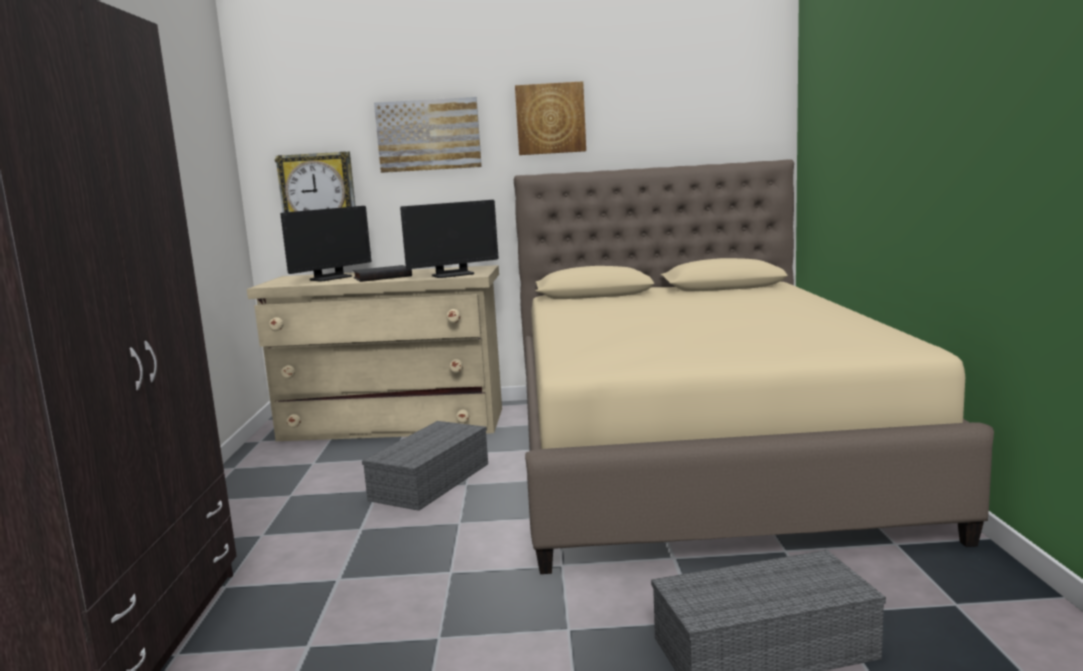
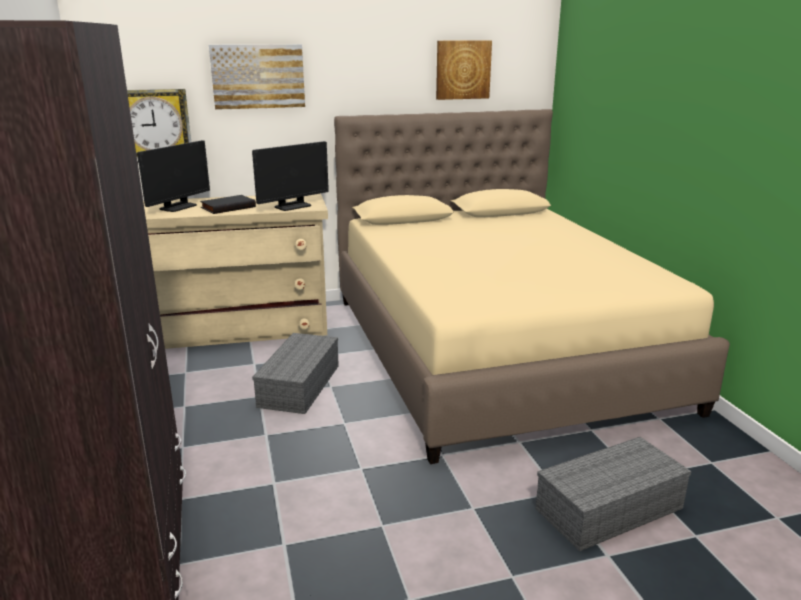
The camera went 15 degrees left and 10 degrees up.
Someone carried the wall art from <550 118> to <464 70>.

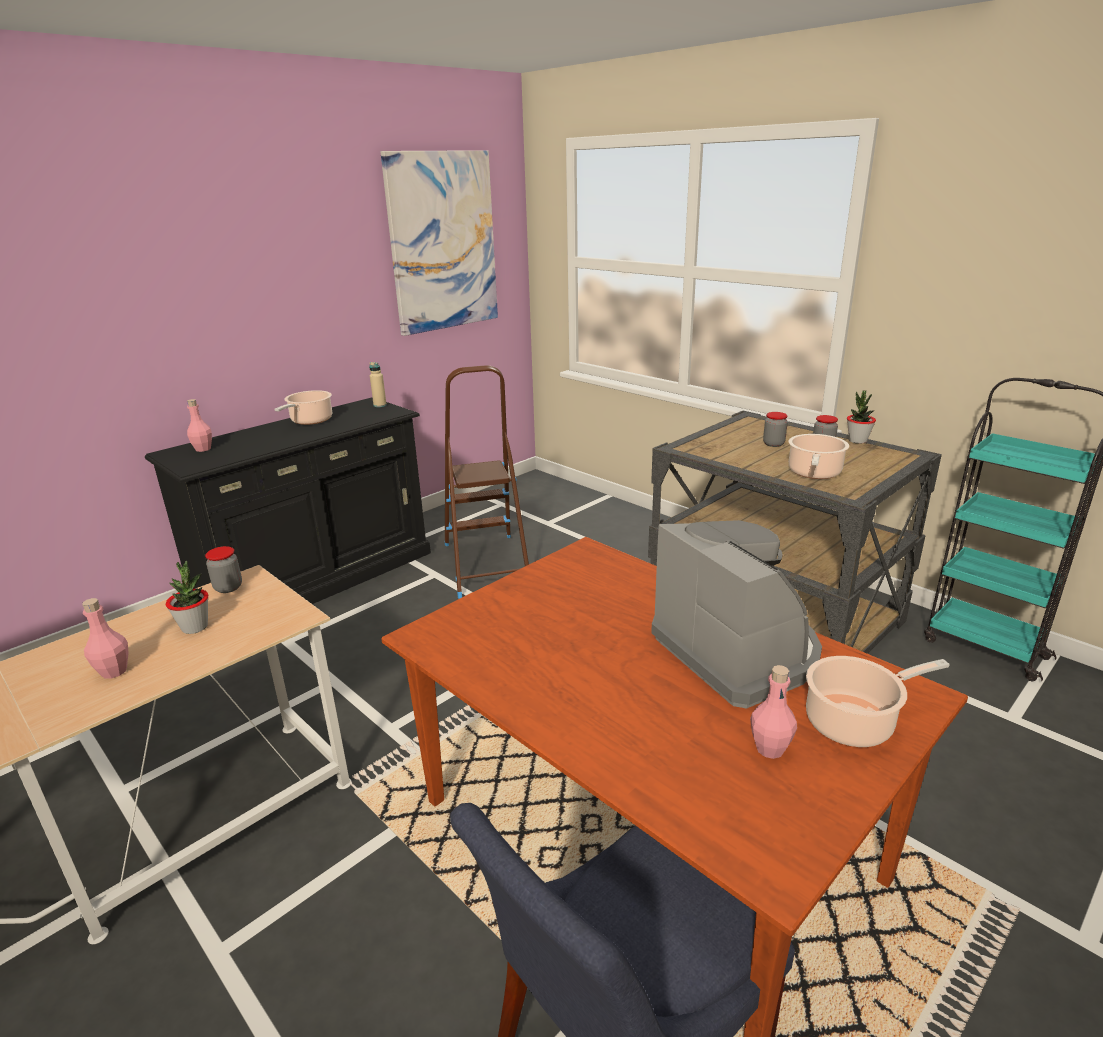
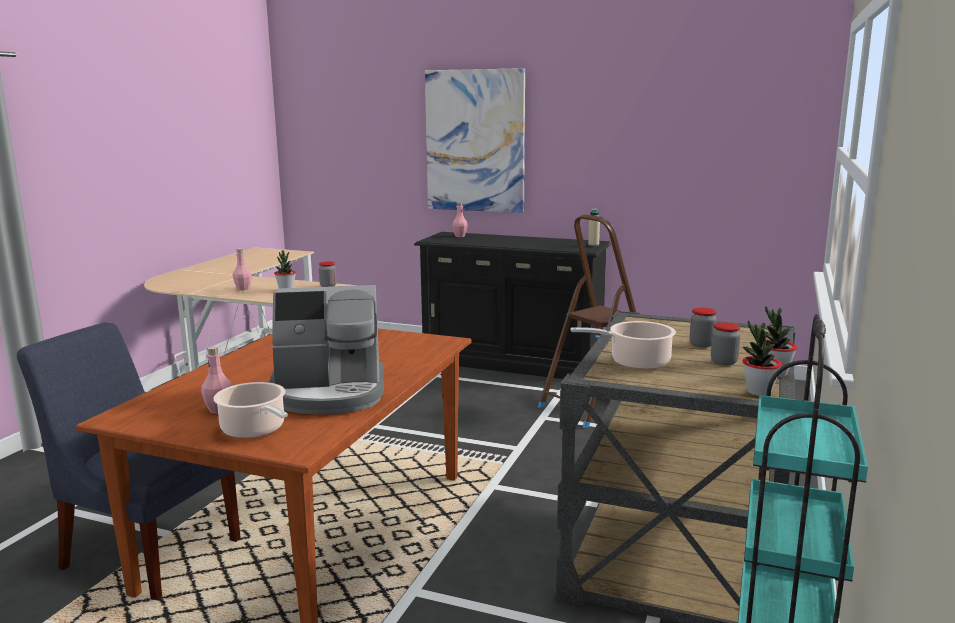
The camera went 65 degrees right and 10 degrees down.
Someone rotated the coffee machine at <736 614> by 45 degrees clockwise.
Someone carried the wall art from <439 243> to <475 140>.
Someone put down the potted plant at <762 358>.
Someone took away the cooking pot at <303 407>.

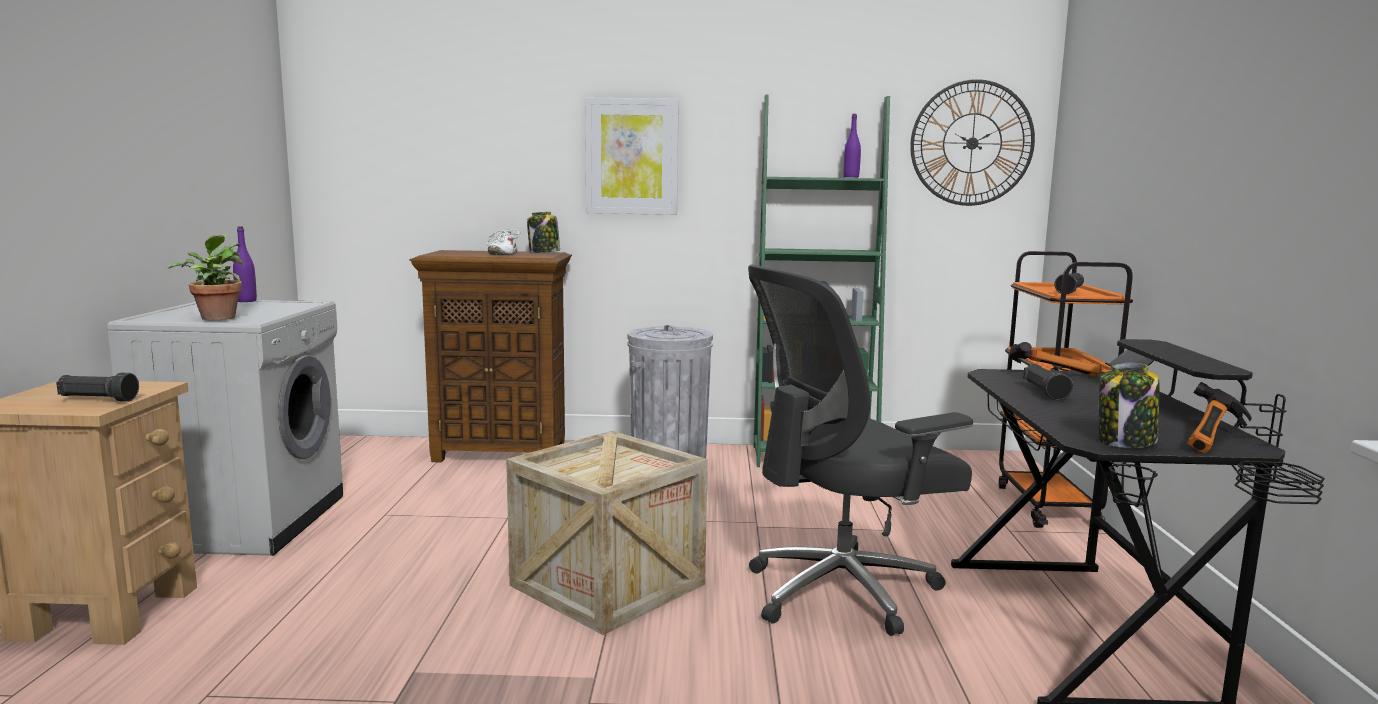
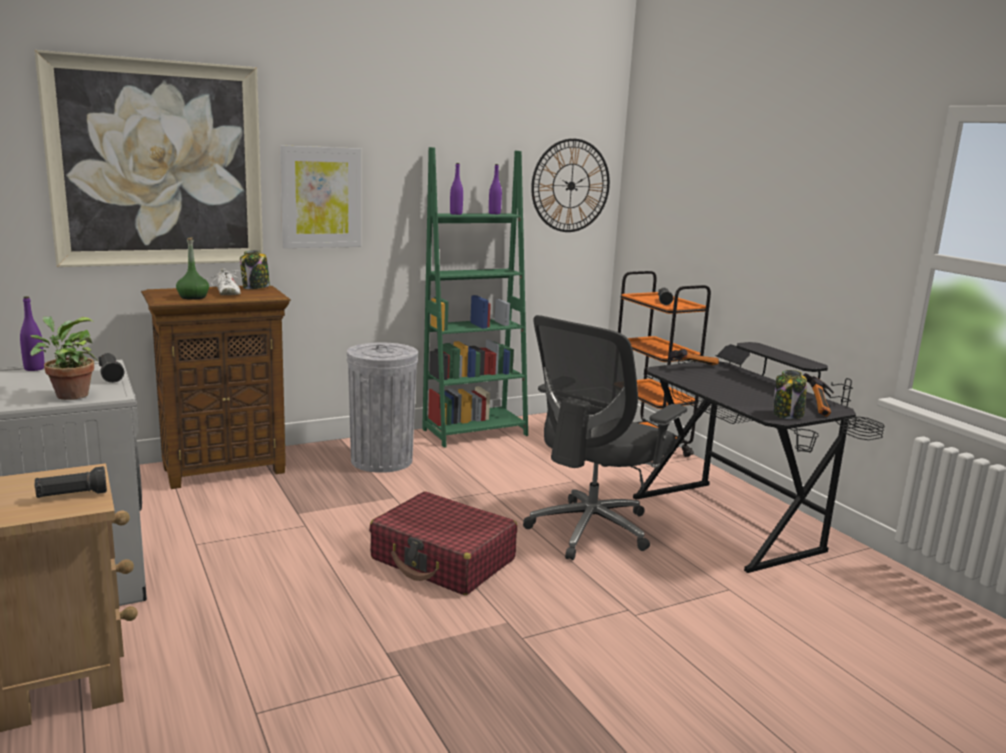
The camera went 30 degrees left and 5 degrees up.
Someone put up the wall art at <148 158>.
Someone carried the black flashlight from <1048 382> to <111 368>.
Someone put down the greenish beverage bottle at <192 268>.
Someone swapped the packing crate at <607 533> for the red travel case at <443 543>.
Someone put down the purple-coloured beverage bottle at <456 189>.

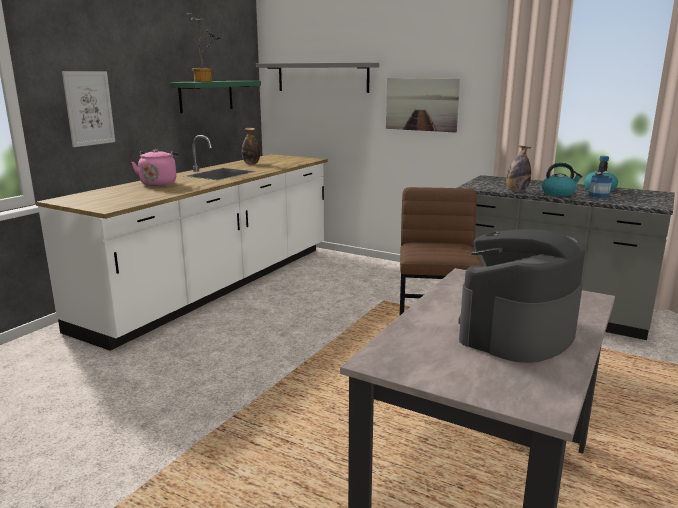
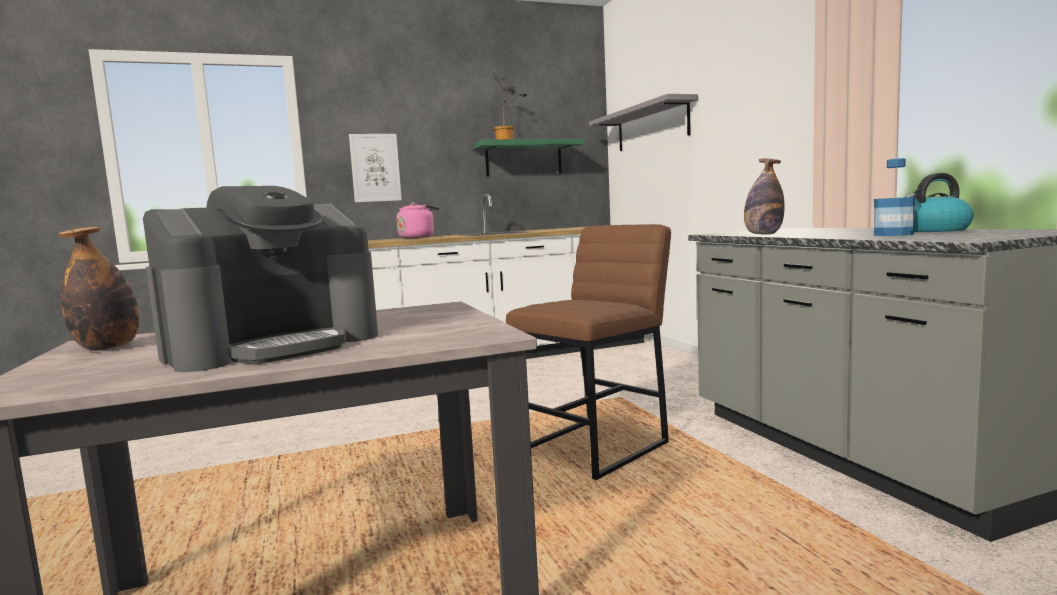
The camera went 40 degrees right and 10 degrees down.
Someone carried the beverage bottle from <251 146> to <99 289>.
Someone rotated the coffee machine at <521 296> by 150 degrees clockwise.
Someone took away the wall art at <423 105>.
Someone took away the water kettle at <562 179>.

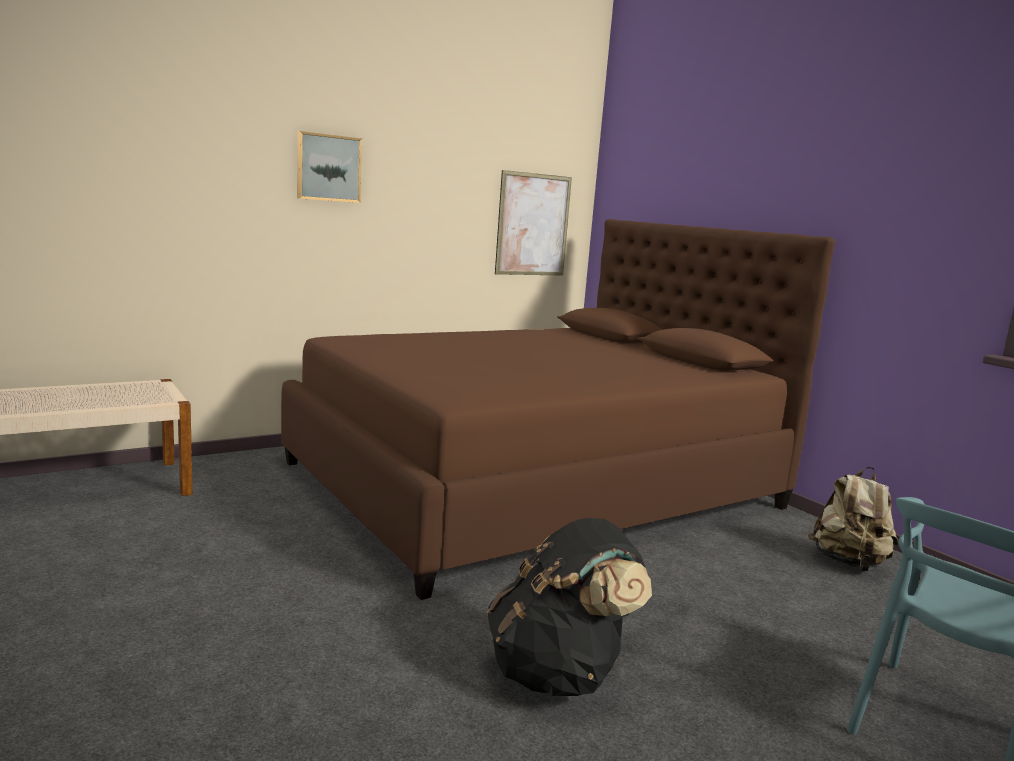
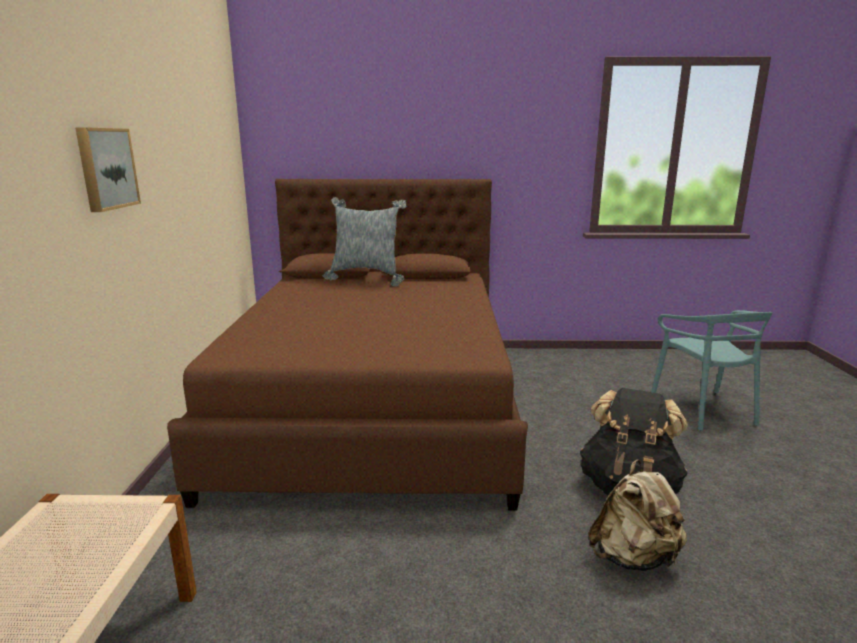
The camera went 55 degrees left and 5 degrees up.
Someone put down the pillow at <364 242>.
Someone carried the beige rucksack from <853 519> to <637 515>.
Someone took away the wall art at <533 222>.

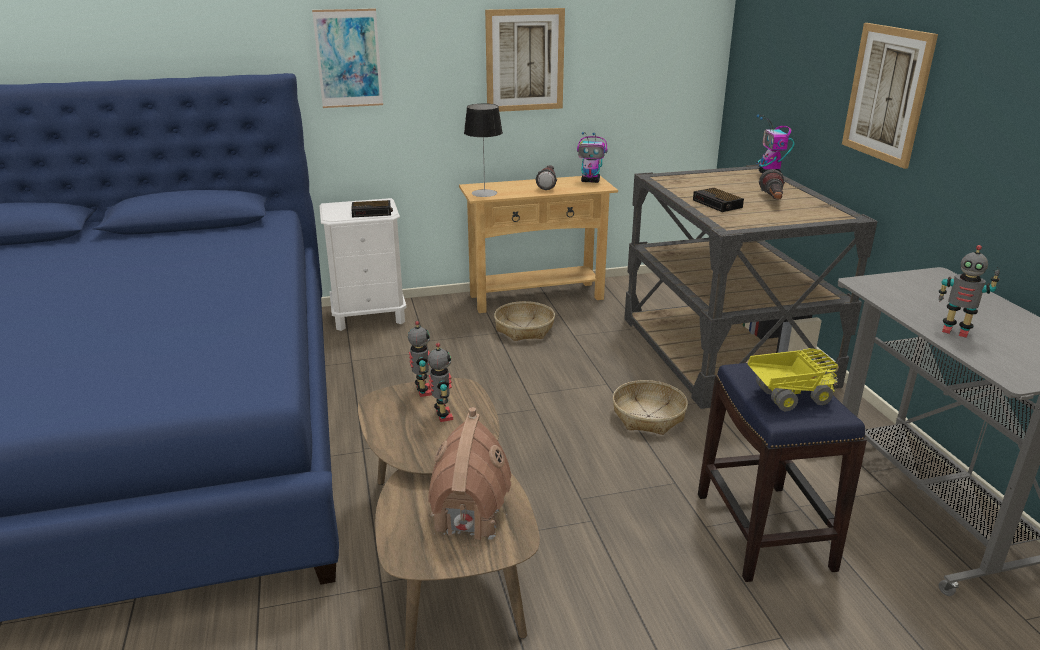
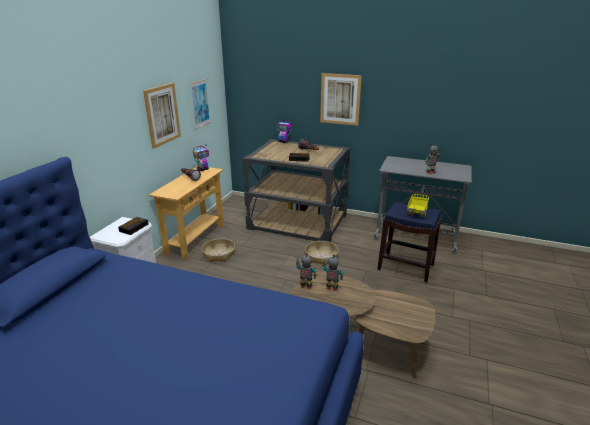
The camera went 55 degrees left and 0 degrees up.
Someone carried the wall art from <347 58> to <200 104>.
Someone took away the model house at <469 473>.
Someone took away the table lamp at <483 150>.

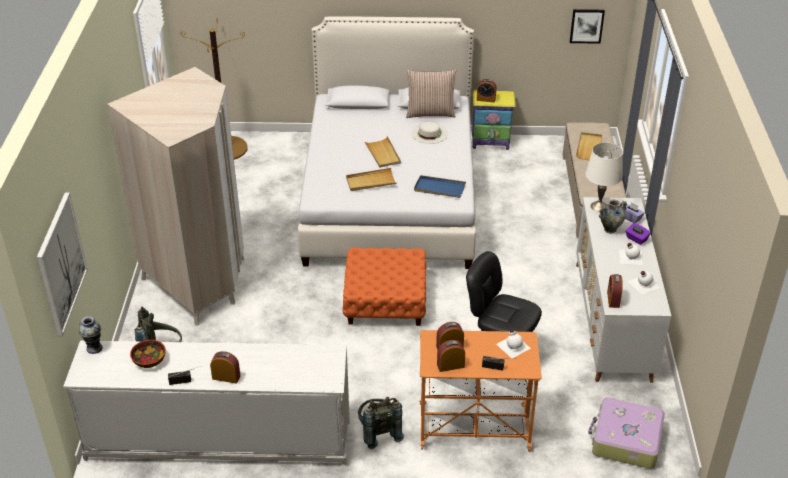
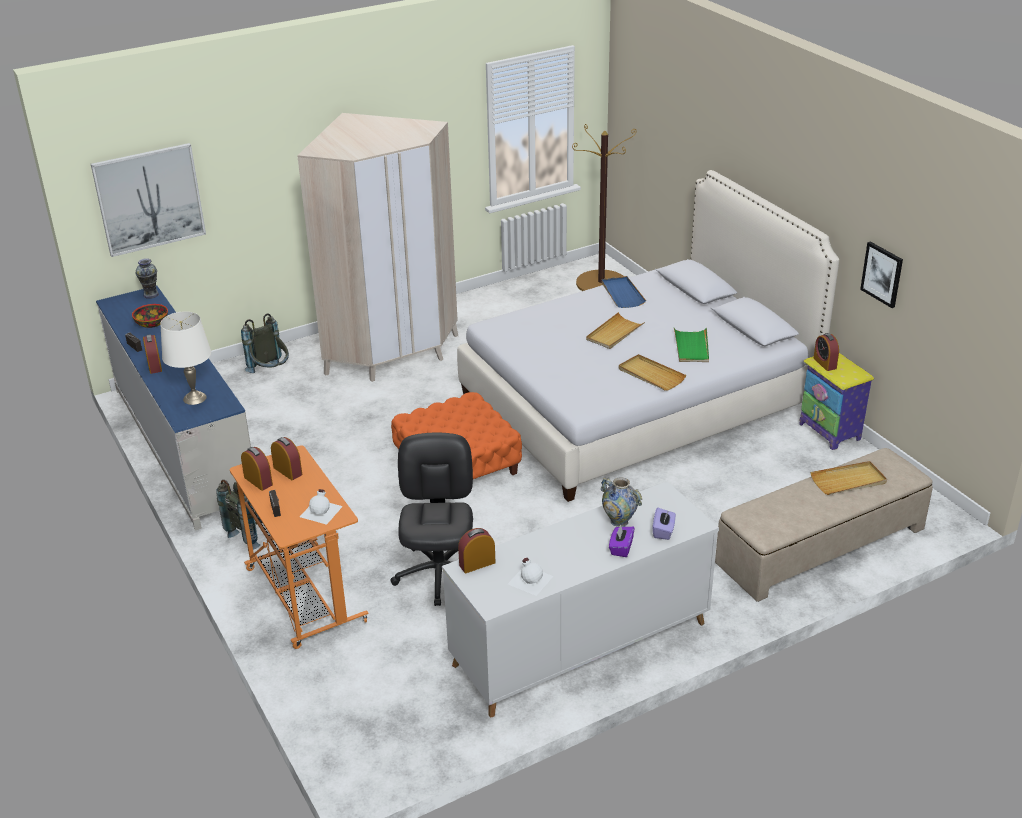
The camera went 60 degrees right and 5 degrees down.
Someone repainted the whitish cupboard at <206 403>, which became the bluish cupboard at <175 408>.
Someone carried the whitish table lamp from <604 177> to <185 358>.
Someone carried the bluish carrying tray from <440 186> to <624 292>.
Someone carried the beige carrying tray from <371 179> to <652 372>.
Someone swapped the whitish wearable hat at <429 132> for the greenish carrying tray at <691 344>.
Someone carried the wall art from <587 26> to <881 275>.
Someone took away the pillow at <431 93>.
Someone took away the travel case at <626 433>.
Someone took away the whitish beverage bottle at <631 254>.

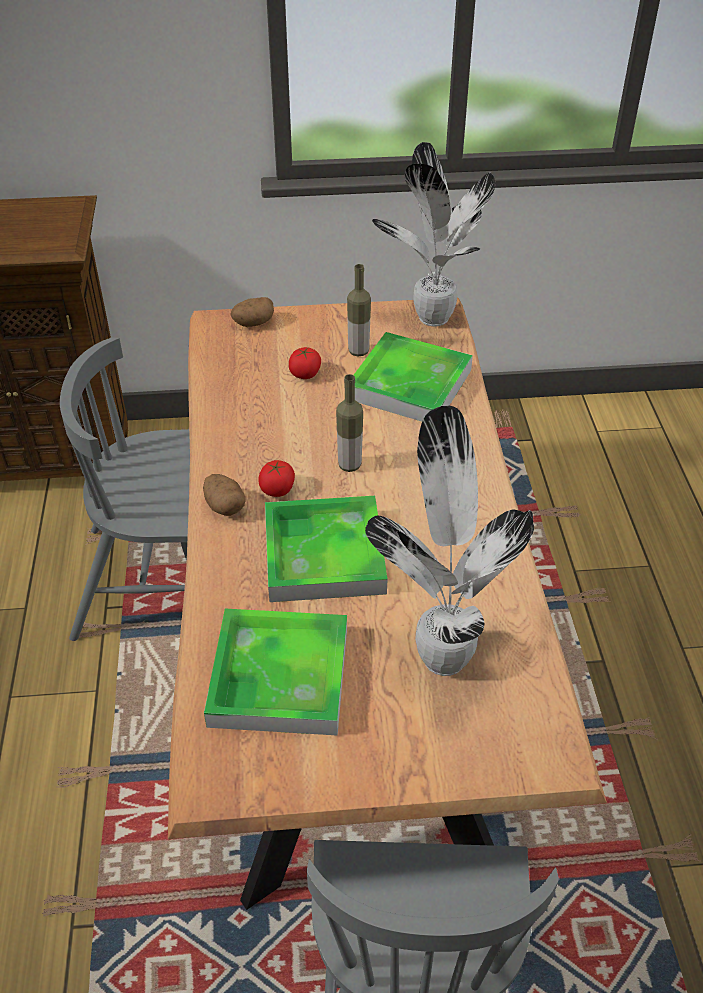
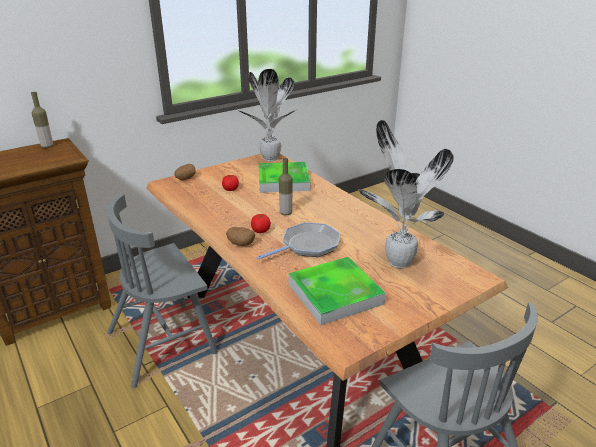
The camera went 30 degrees left and 15 degrees down.
Someone carried the beverage bottle from <359 310> to <42 120>.
Someone swapped the carrying tray at <326 549> for the pan at <298 241>.

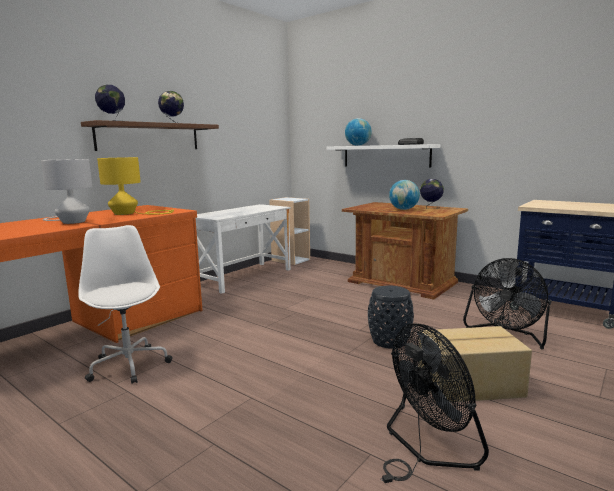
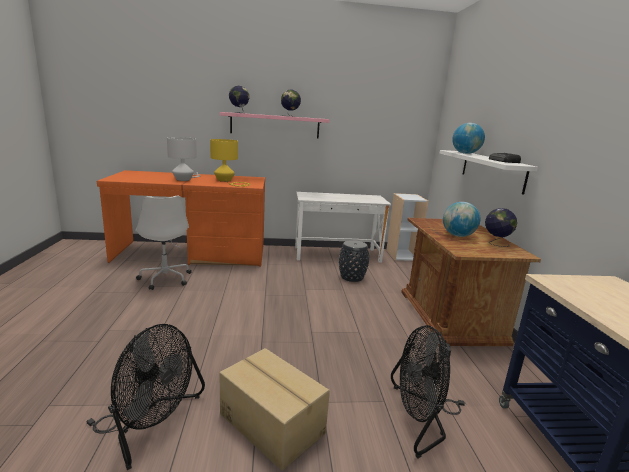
The camera went 45 degrees right and 5 degrees up.
Someone rotated the whitish desk chair at <125 304> by 135 degrees clockwise.
Someone repainted the brownish shelf at <150 135>, which became the pink-coloured shelf at <274 125>.
Someone carried the black stool seat from <391 317> to <354 261>.

